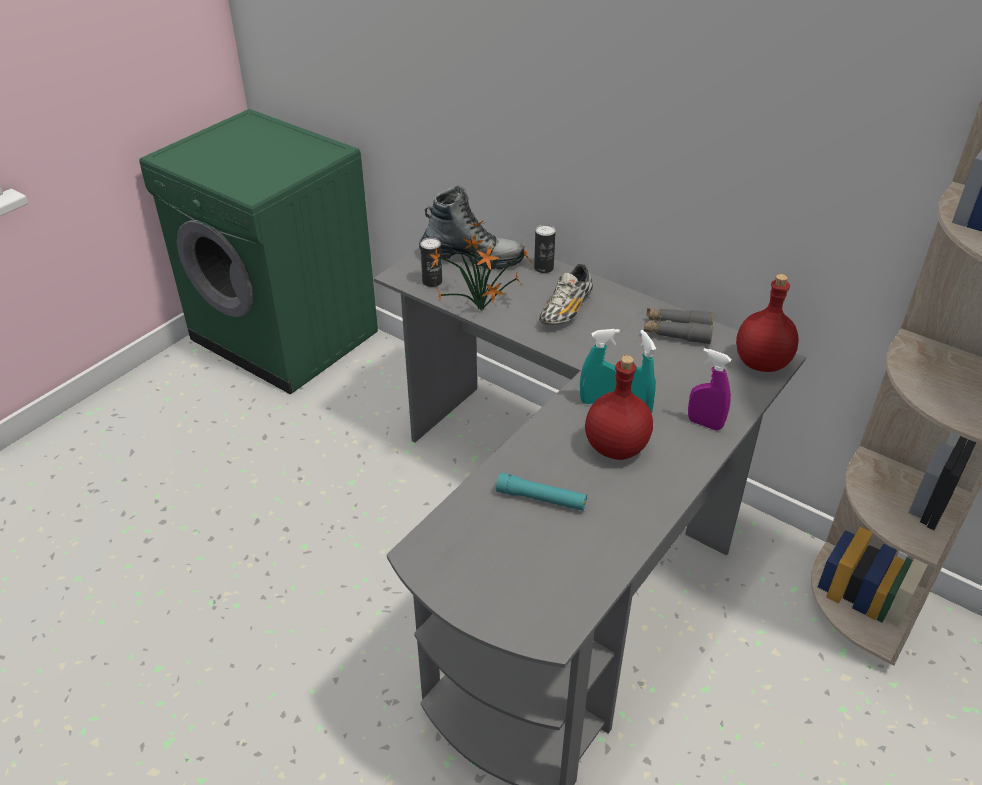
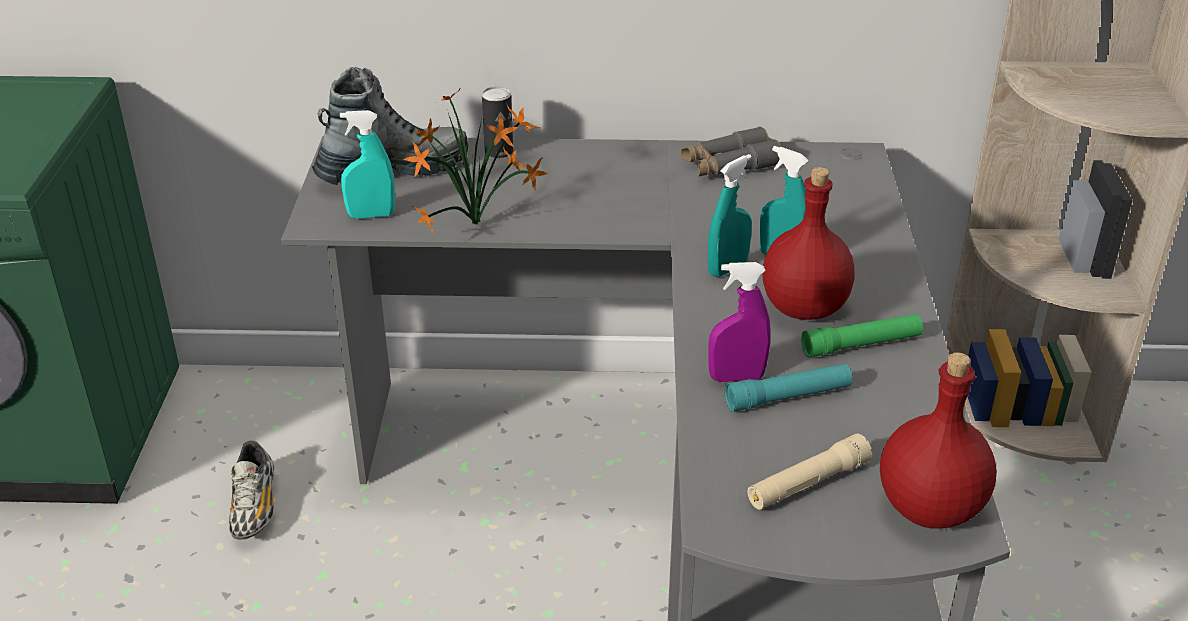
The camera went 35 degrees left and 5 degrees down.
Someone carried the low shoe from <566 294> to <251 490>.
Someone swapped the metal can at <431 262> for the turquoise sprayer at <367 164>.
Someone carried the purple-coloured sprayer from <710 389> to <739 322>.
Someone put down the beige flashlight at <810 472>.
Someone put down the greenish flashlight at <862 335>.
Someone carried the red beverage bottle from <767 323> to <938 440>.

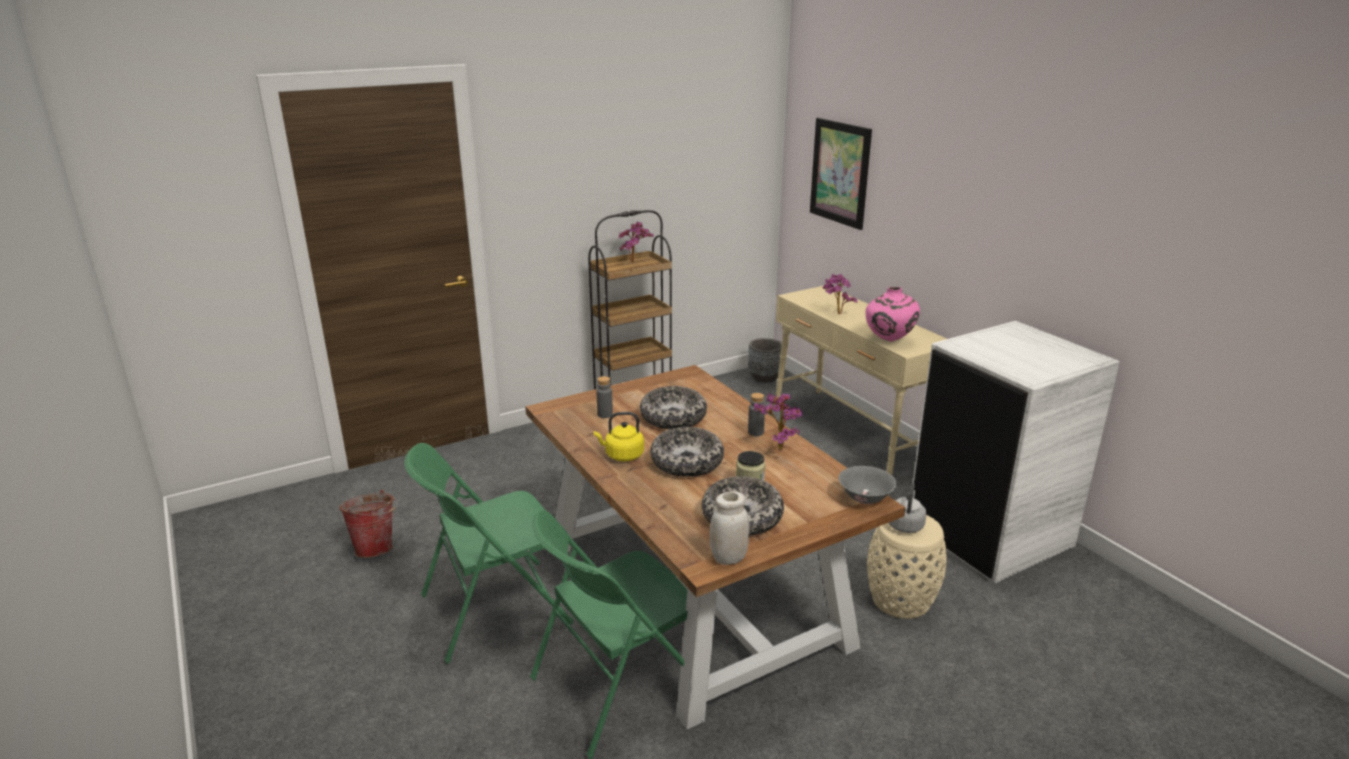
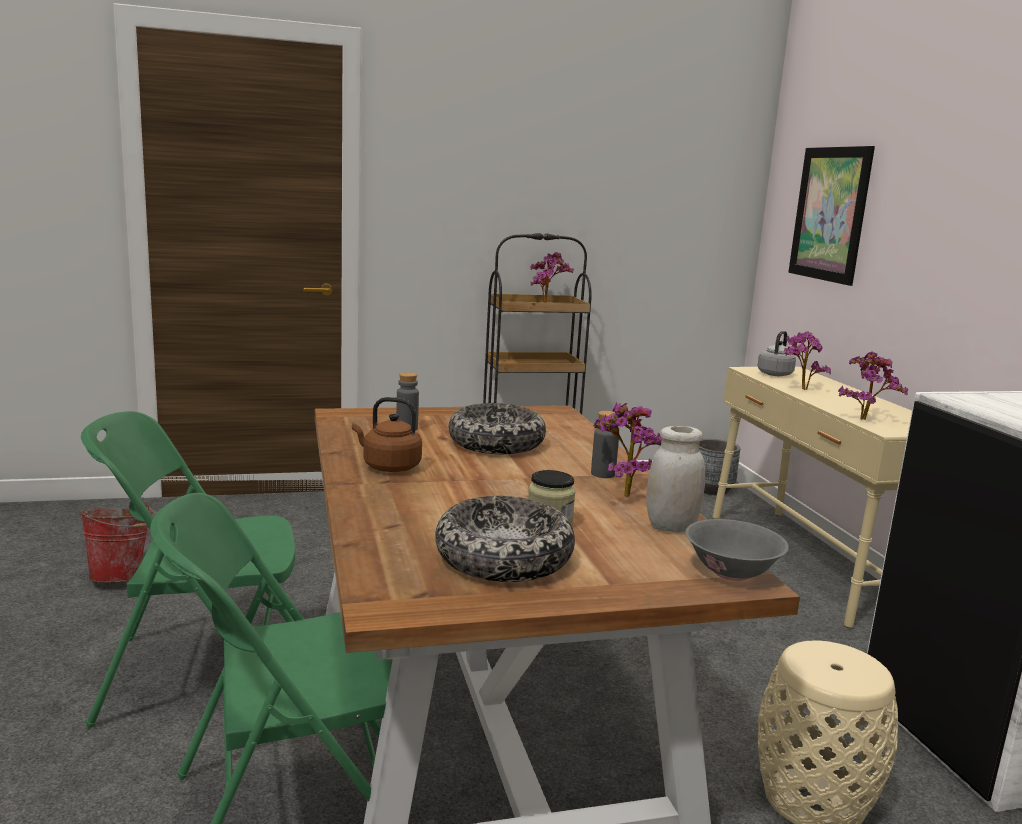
The camera went 15 degrees right and 10 degrees down.
Someone repainted the yellowish water kettle at <619 437>, which became the brownish water kettle at <387 434>.
Someone carried the whitish preserve jar from <730 528> to <675 479>.
Someone carried the grey water kettle from <908 508> to <777 353>.
Someone swapped the pink-coloured flower vase at <893 314> for the potted plant at <873 385>.
Someone took away the deep dish at <687 452>.

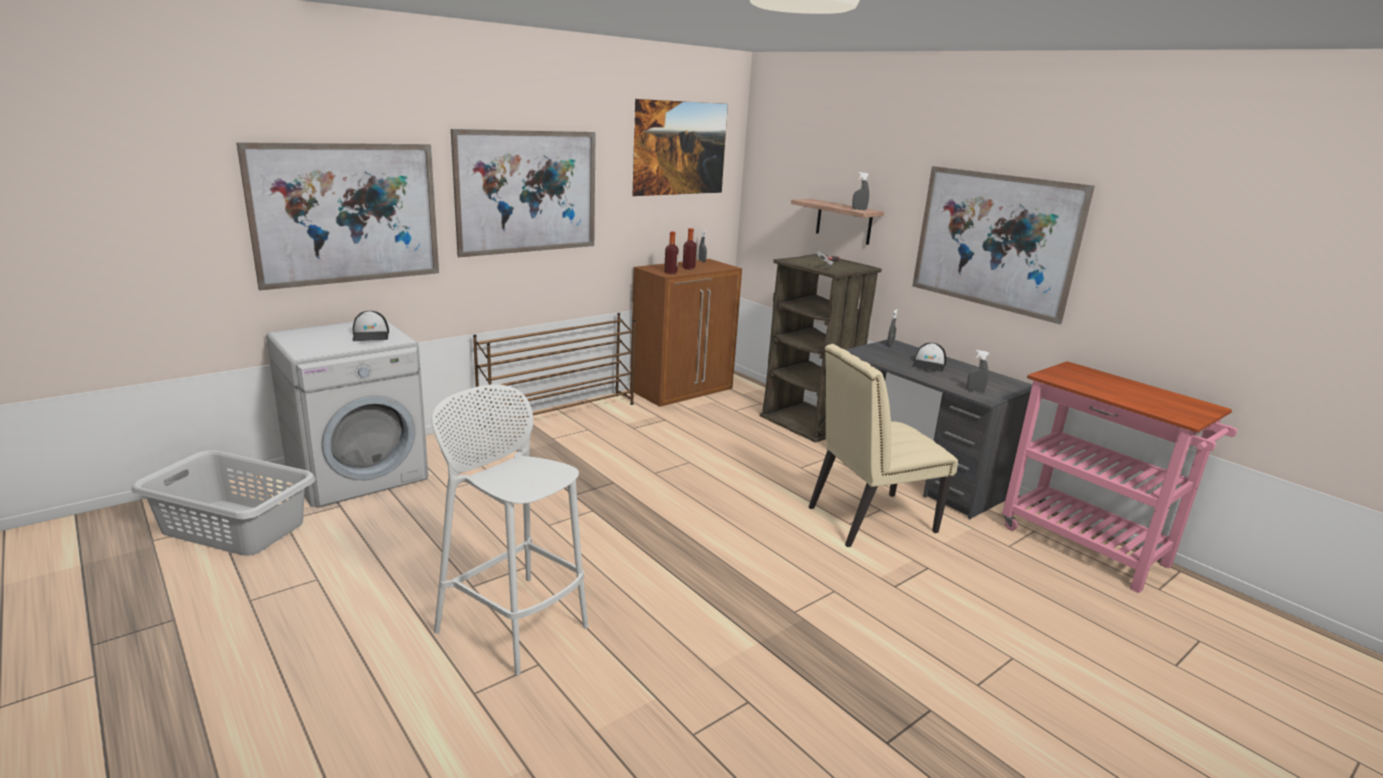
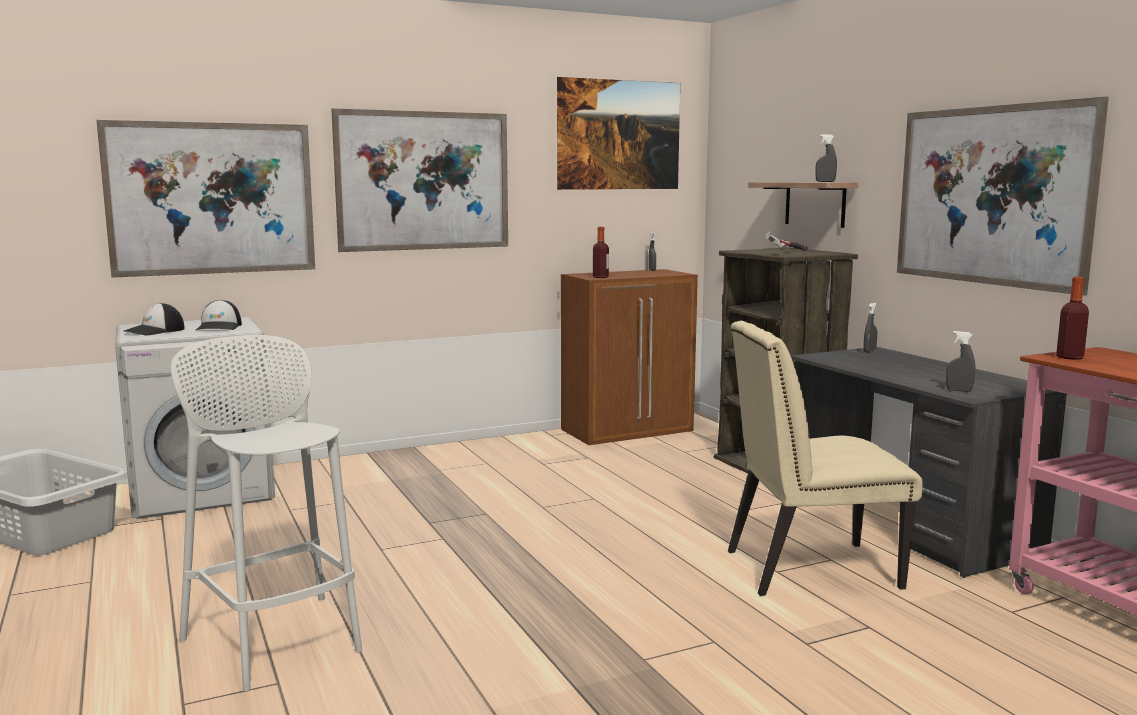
The camera went 15 degrees right and 10 degrees down.
Someone carried the baseball cap from <929 357> to <154 319>.
Someone carried the beverage bottle from <689 248> to <1072 318>.
Someone took away the brownish shoe shelf at <554 375>.

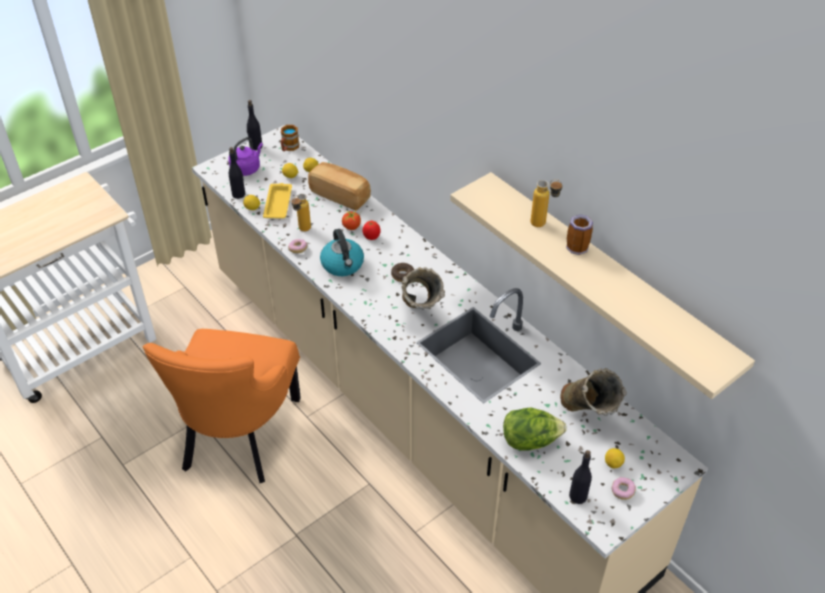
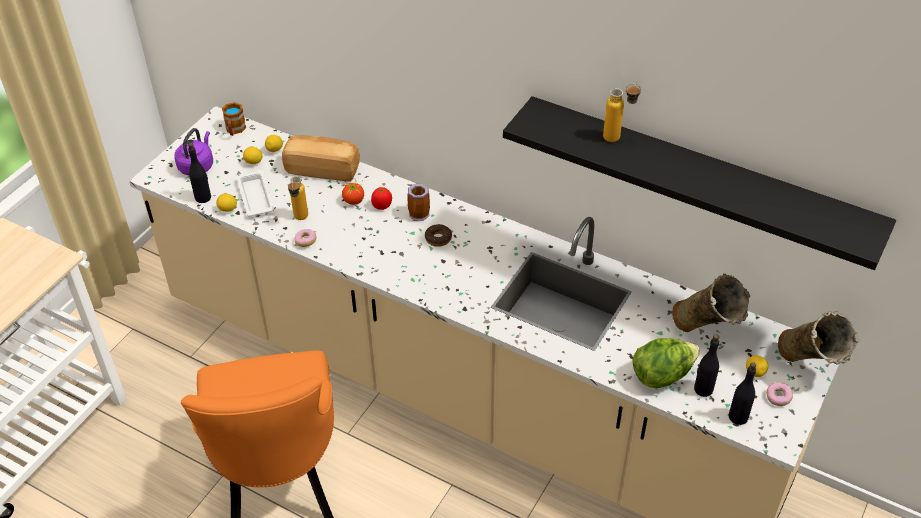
The camera went 20 degrees left and 0 degrees up.
Someone repainted the yellowish carrying tray at <277 201>, which became the whitish carrying tray at <256 194>.
Someone carried the coffee mug from <579 234> to <418 202>.
Someone repainted the beige shelf at <602 285>, which became the black shelf at <699 183>.
Someone carried the black beverage bottle from <254 125> to <706 365>.
Someone carried the beige flower vase from <423 288> to <818 338>.
Someone took away the water kettle at <342 252>.

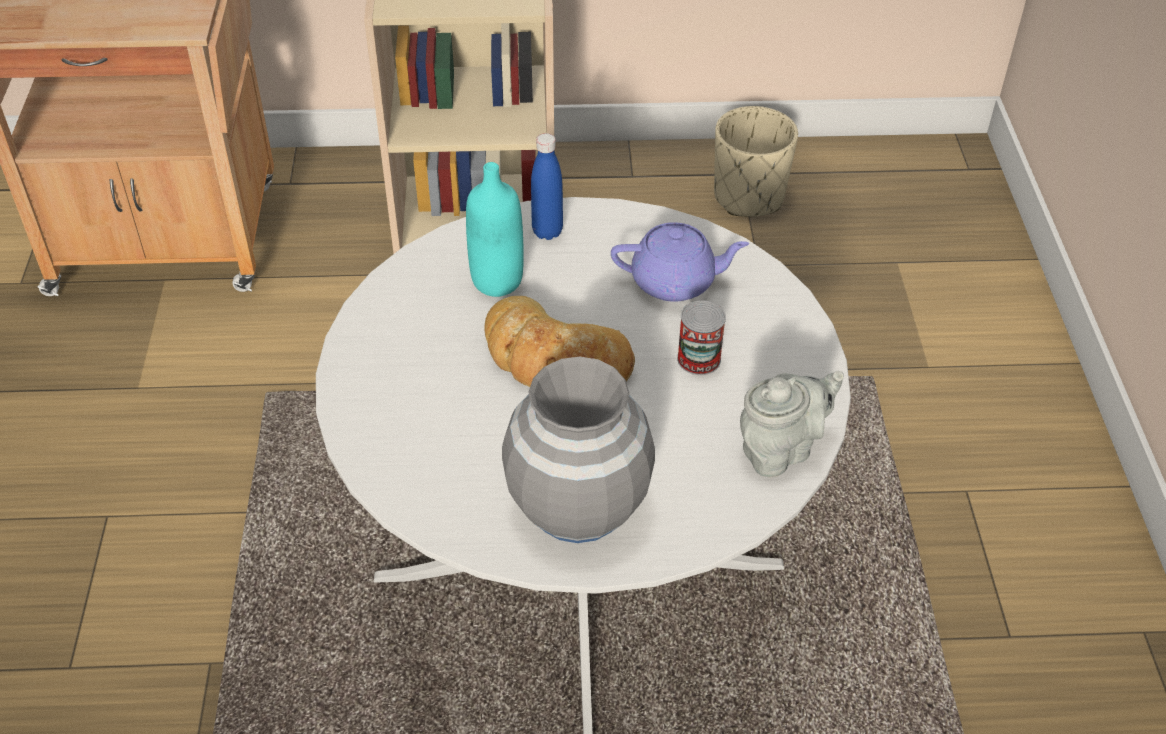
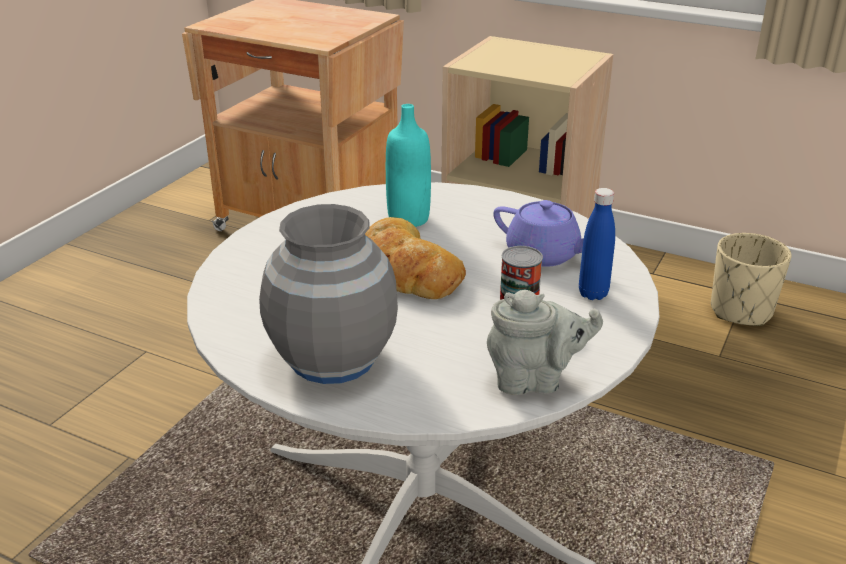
The camera went 30 degrees right and 15 degrees down.
Someone carried the bluish beverage bottle from <547 186> to <597 244>.

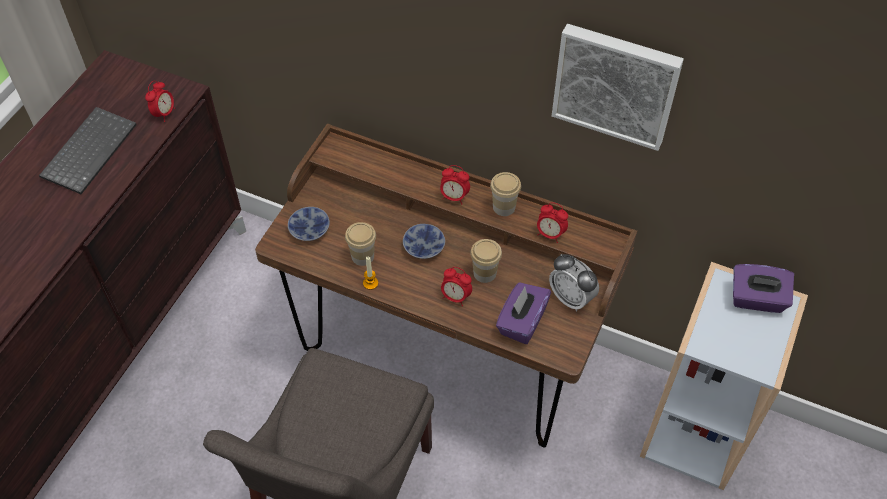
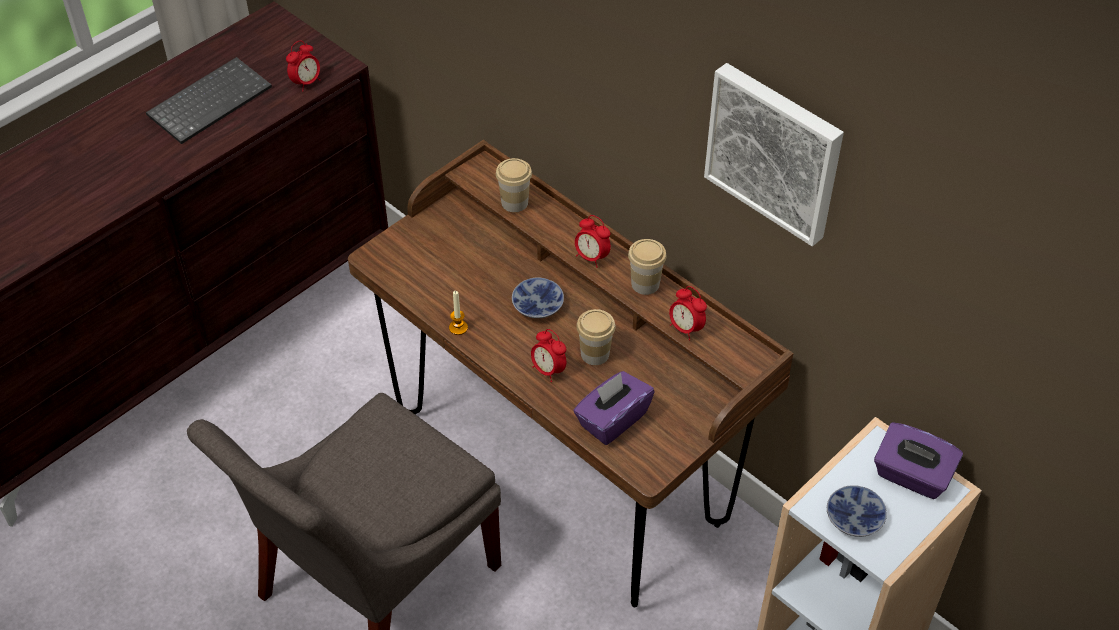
The camera went 20 degrees right and 5 degrees down.
Someone carried the drinking cup from <360 244> to <514 185>.
Someone carried the deep dish from <309 224> to <857 511>.
Someone took away the bedside clock at <574 283>.

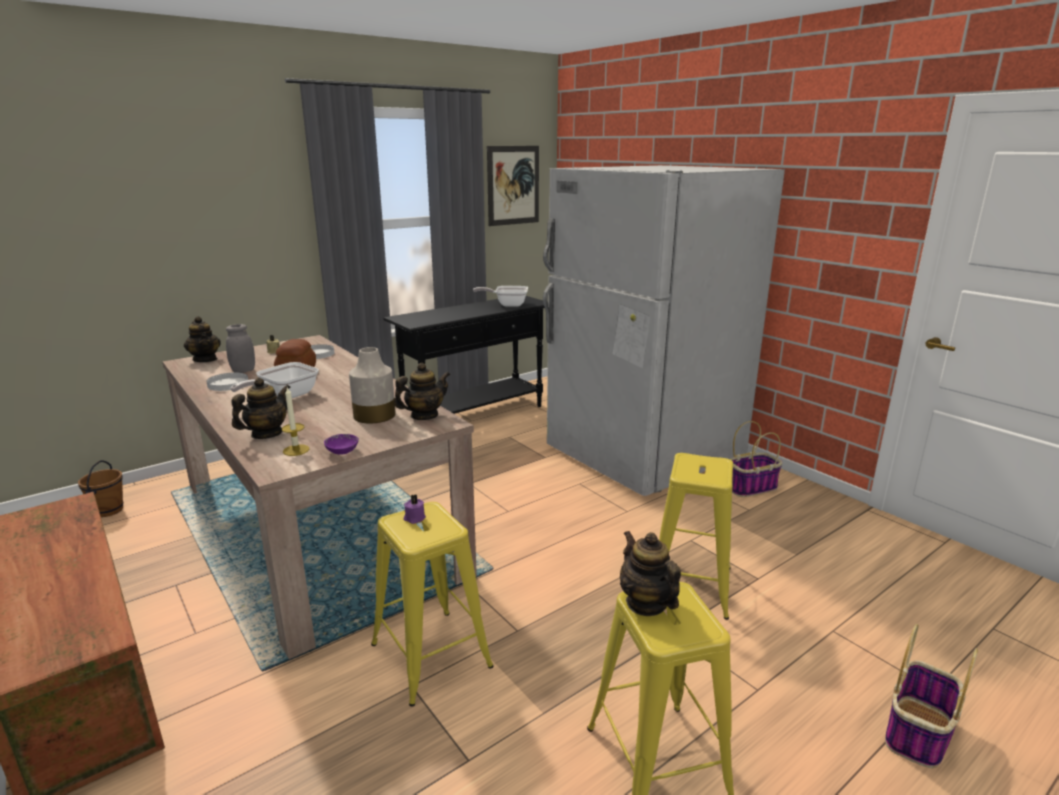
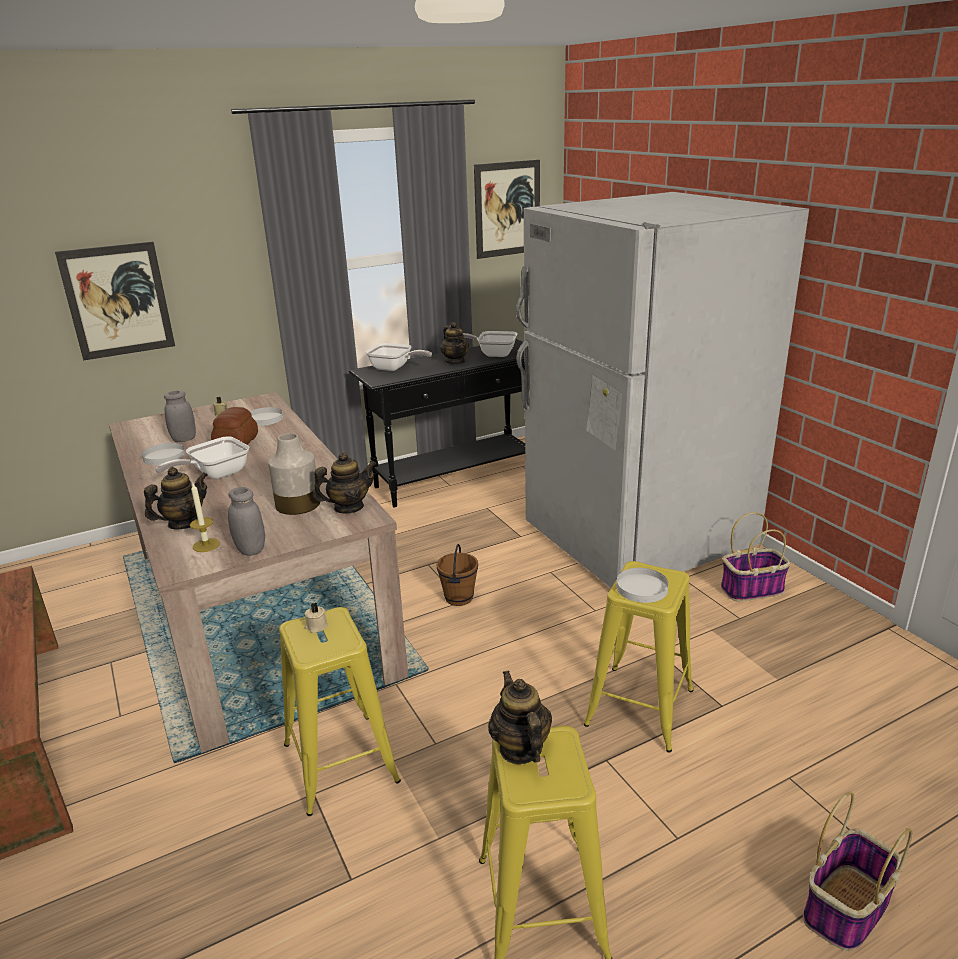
The camera went 10 degrees right and 5 degrees up.
Someone put up the wall art at <115 301>.
Someone swapped the purple-coloured deep dish at <341 444> for the grey preserve jar at <246 521>.
Someone repainted the purple-coloured candle at <414 509>, which became the beige candle at <316 618>.
Someone put down the pan at <398 357>.
Someone carried the brownish water bucket from <100 488> to <457 575>.
Someone carried the pot for tea from <202 339> to <454 343>.
Someone put down the whitish dinner plate at <642 585>.

